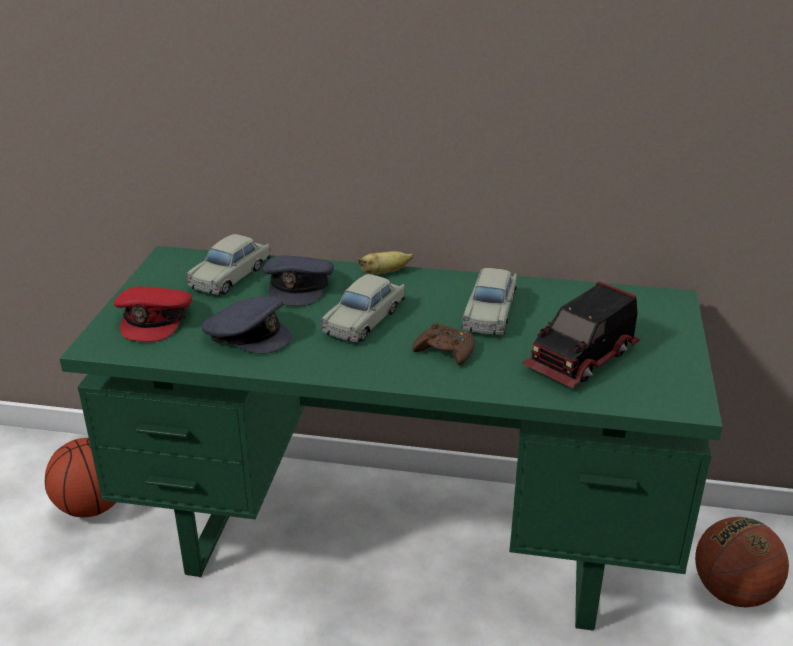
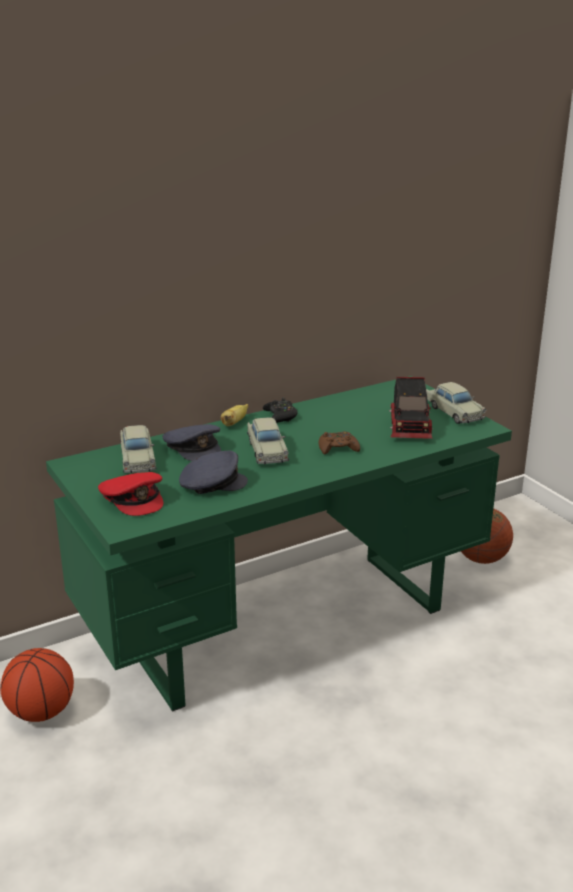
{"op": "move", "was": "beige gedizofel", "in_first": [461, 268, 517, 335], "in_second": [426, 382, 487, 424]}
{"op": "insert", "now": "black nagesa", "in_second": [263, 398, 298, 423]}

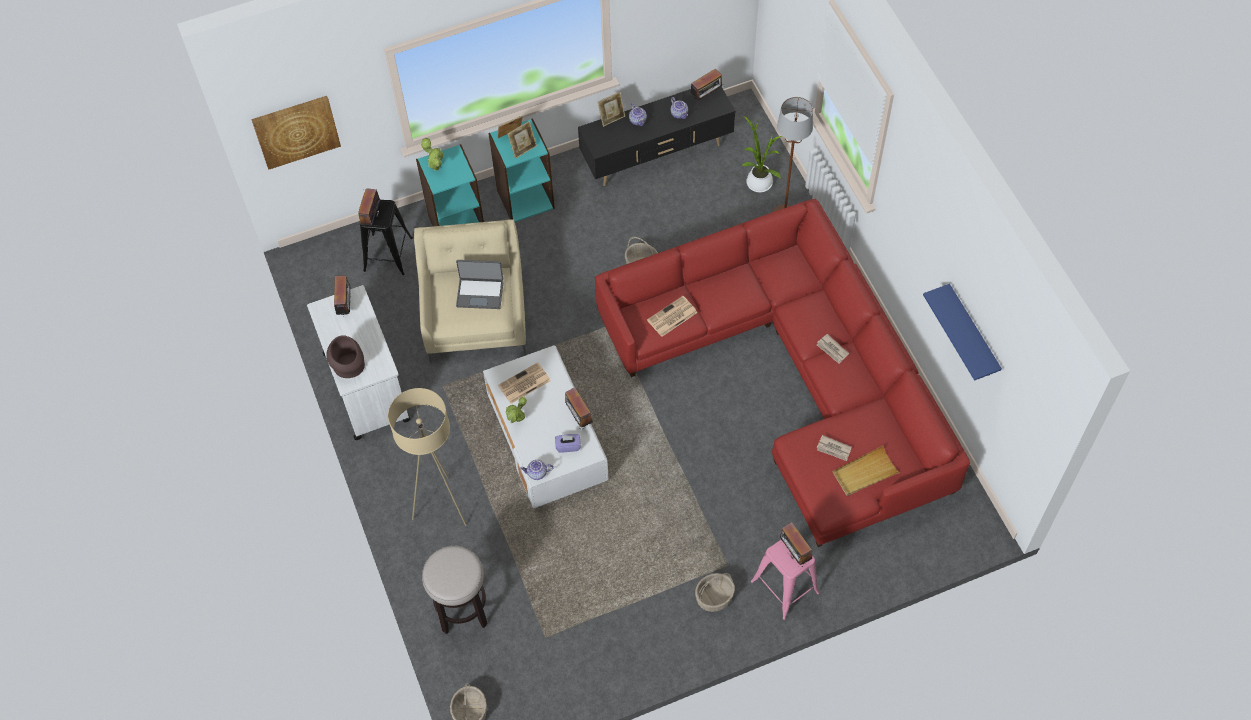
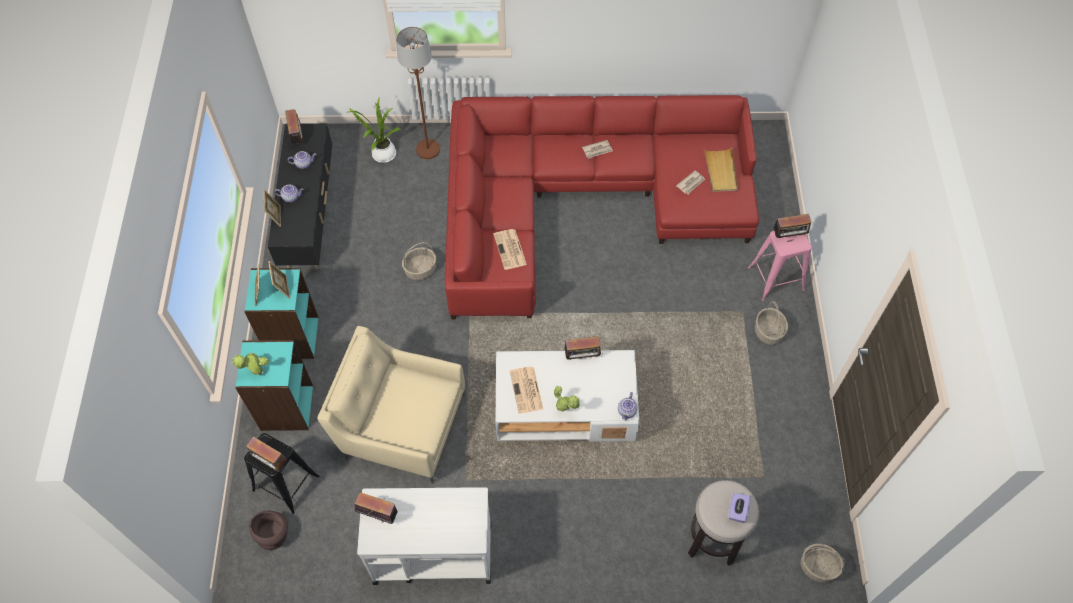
{"op": "delete", "was": "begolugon", "in_first": [251, 96, 341, 170]}
{"op": "move", "was": "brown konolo", "in_first": [326, 335, 365, 378], "in_second": [249, 511, 288, 550]}
{"op": "delete", "was": "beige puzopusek", "in_first": [388, 388, 466, 526]}
{"op": "delete", "was": "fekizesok", "in_first": [456, 260, 503, 309]}
{"op": "move", "was": "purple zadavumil", "in_first": [555, 434, 581, 453], "in_second": [729, 493, 751, 523]}
{"op": "delete", "was": "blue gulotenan", "in_first": [923, 284, 1002, 381]}

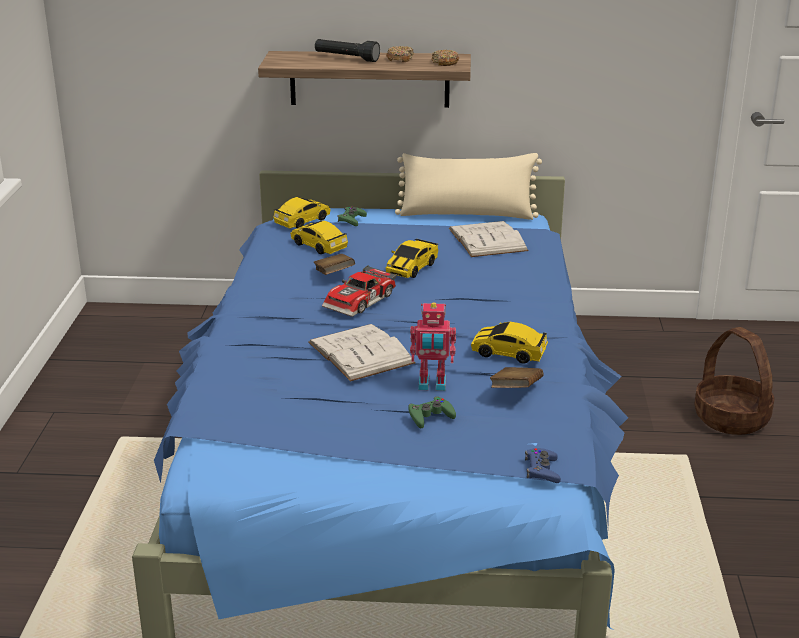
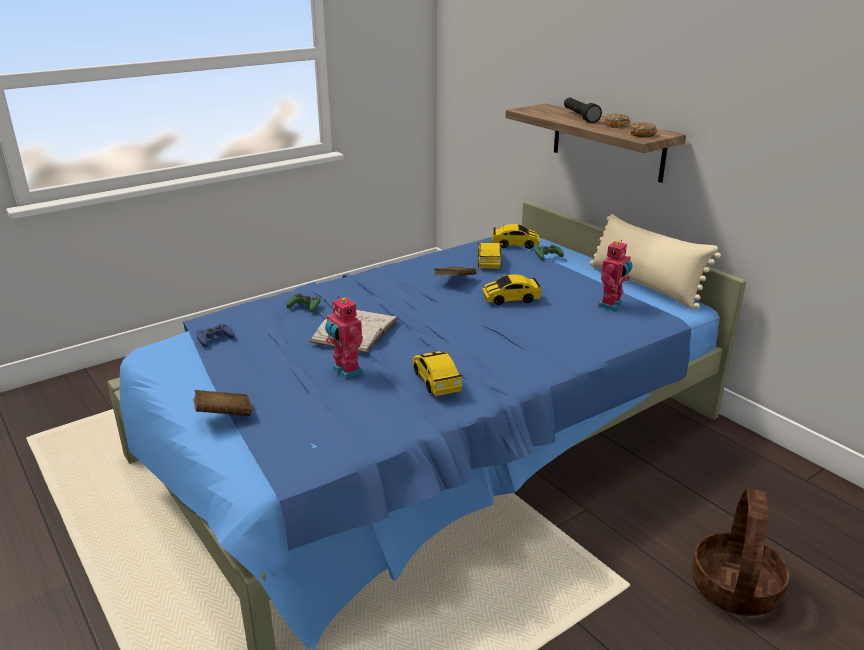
{"op": "delete", "was": "gedizofel", "in_first": [322, 265, 397, 317]}
{"op": "move", "was": "green nagesa", "in_first": [409, 396, 456, 428], "in_second": [286, 293, 320, 313]}
{"op": "replace", "was": "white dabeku", "now": "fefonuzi", "in_first": [449, 221, 529, 257], "in_second": [598, 240, 633, 311]}
{"op": "move", "was": "brown dabeku", "in_first": [490, 367, 543, 388], "in_second": [193, 390, 252, 416]}
{"op": "move", "was": "blue nagesa", "in_first": [525, 448, 561, 483], "in_second": [197, 323, 235, 347]}

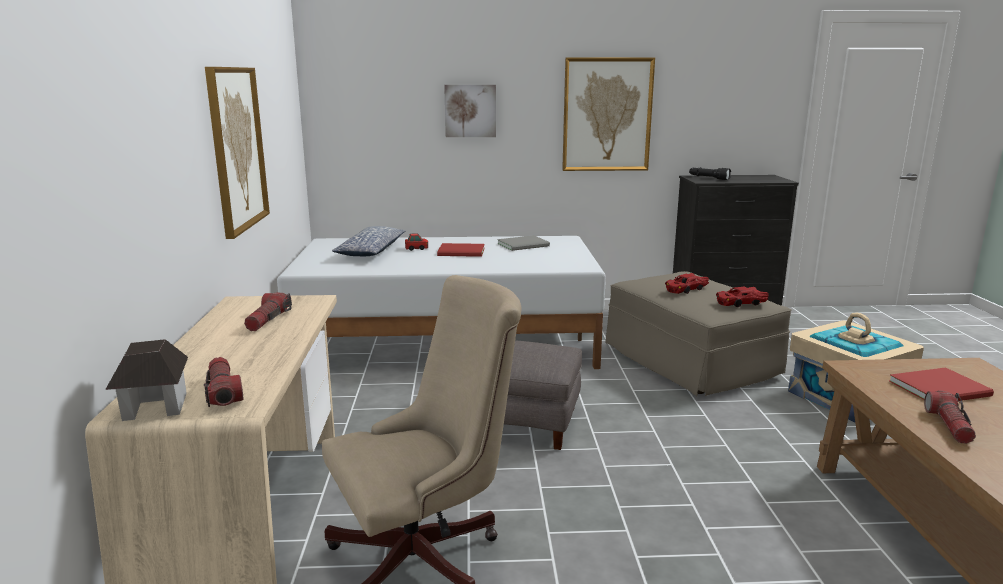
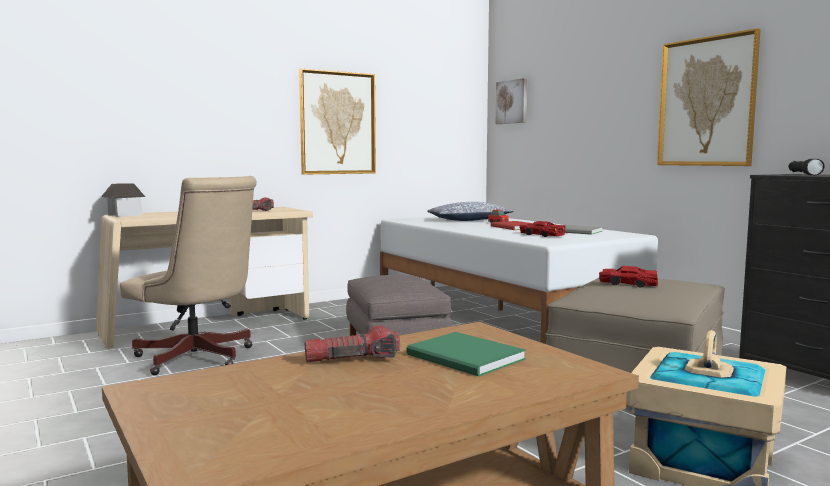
{"op": "delete", "was": "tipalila", "in_first": [204, 357, 244, 407]}
{"op": "move", "was": "begolugon", "in_first": [444, 85, 496, 137], "in_second": [496, 78, 527, 124]}
{"op": "move", "was": "red gedizofel", "in_first": [716, 287, 769, 307], "in_second": [519, 221, 566, 237]}
{"op": "recolor", "was": "red dabeku", "now": "green dabeku", "in_first": [889, 367, 994, 401], "in_second": [407, 332, 526, 376]}

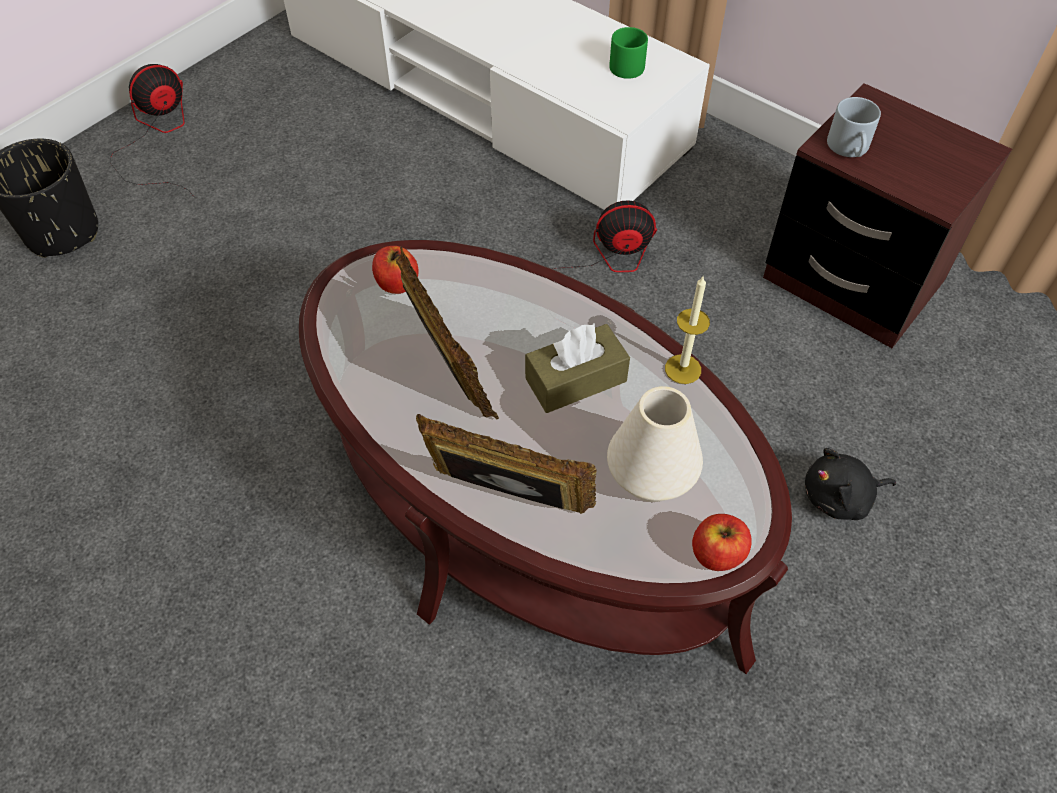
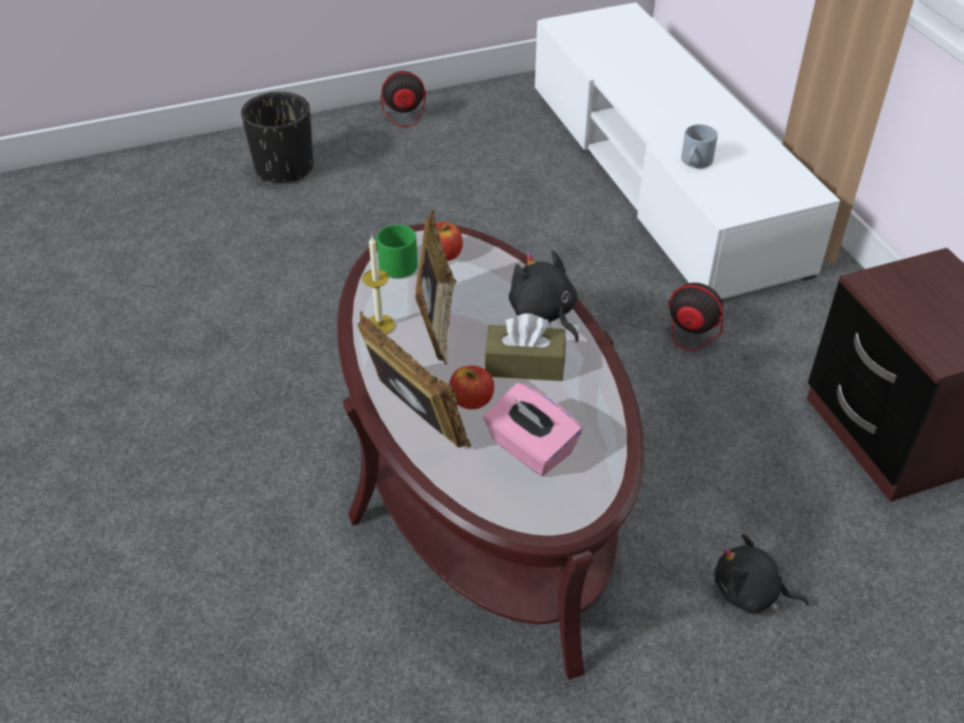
{"op": "replace", "was": "white konolo", "now": "pink zadavumil", "in_first": [607, 386, 703, 502], "in_second": [483, 383, 582, 476]}
{"op": "move", "was": "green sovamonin", "in_first": [609, 27, 648, 79], "in_second": [377, 225, 418, 278]}
{"op": "move", "was": "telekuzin", "in_first": [665, 277, 710, 384], "in_second": [362, 236, 395, 334]}
{"op": "move", "was": "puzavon", "in_first": [692, 514, 752, 571], "in_second": [449, 366, 494, 409]}
{"op": "move", "was": "grey sovamonin", "in_first": [827, 97, 881, 157], "in_second": [681, 124, 718, 168]}
{"op": "insert", "now": "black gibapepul", "in_second": [509, 250, 579, 342]}

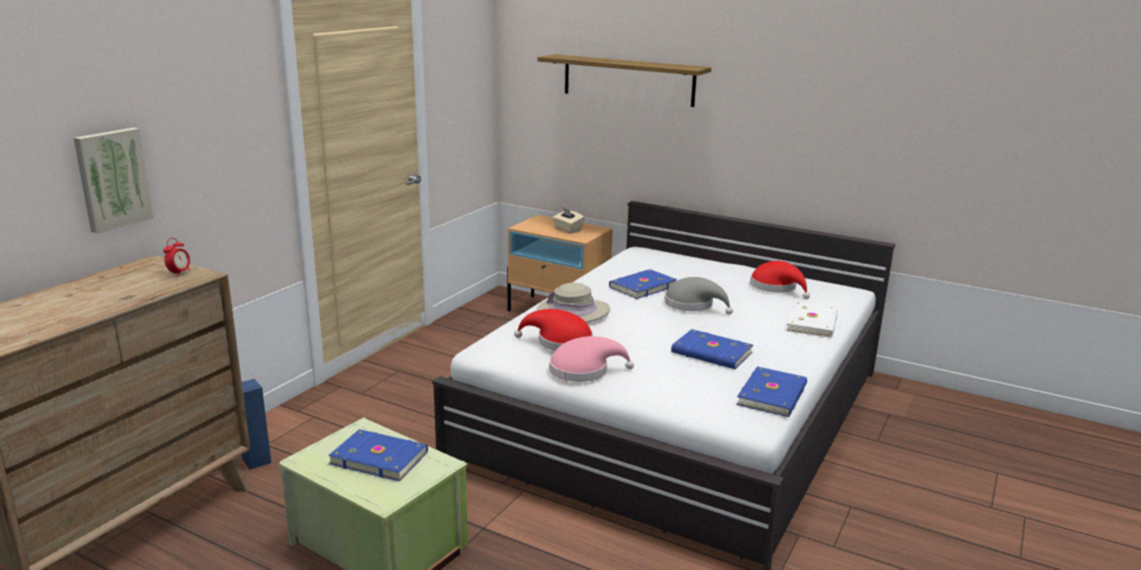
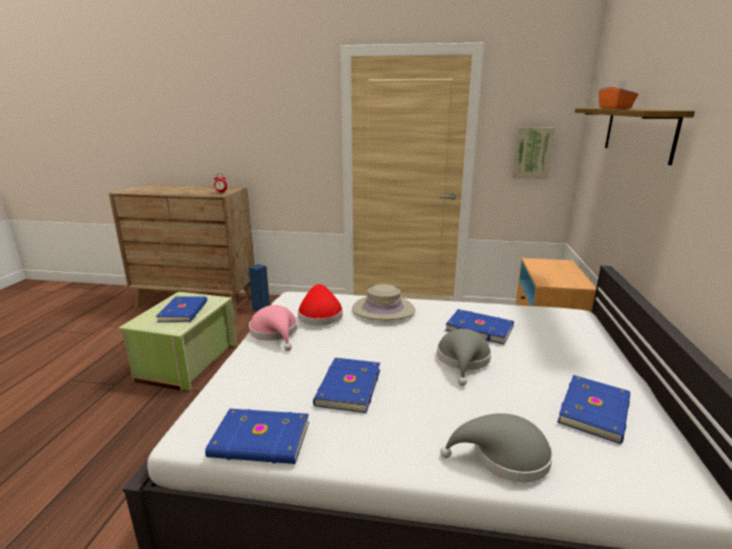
{"op": "move", "was": "begolugon", "in_first": [74, 127, 153, 233], "in_second": [513, 127, 555, 179]}
{"op": "delete", "was": "beige zadavumil", "in_first": [553, 207, 585, 233]}
{"op": "replace", "was": "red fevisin", "now": "blue dabeku", "in_first": [750, 261, 810, 299], "in_second": [557, 375, 630, 444]}
{"op": "replace", "was": "white dabeku", "now": "grey fevisin", "in_first": [786, 302, 838, 338], "in_second": [440, 413, 553, 483]}
{"op": "insert", "now": "orange zadavumil", "in_second": [599, 79, 638, 109]}

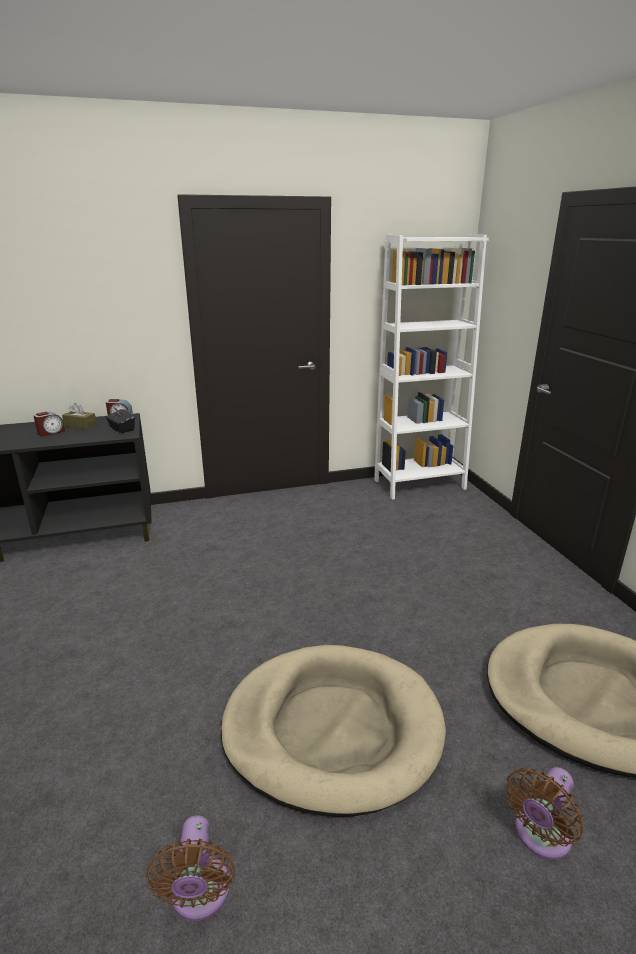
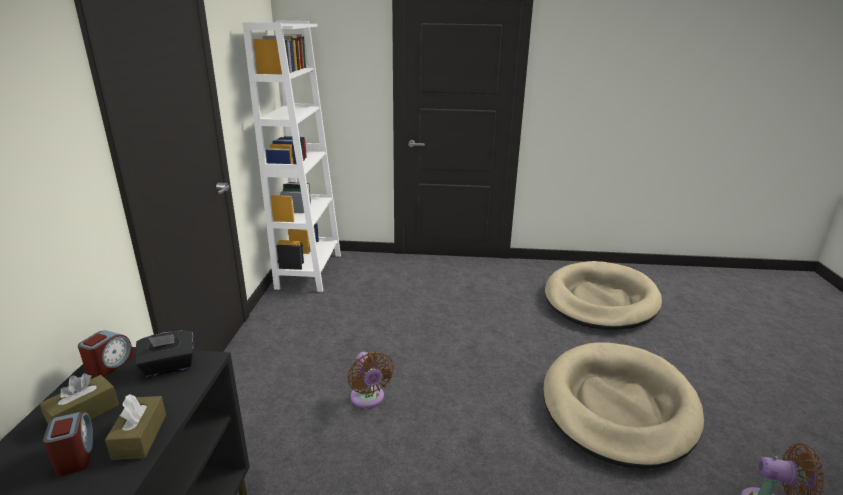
{"op": "move", "was": "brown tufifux", "in_first": [506, 767, 583, 860], "in_second": [347, 352, 394, 408]}
{"op": "insert", "now": "brown zadavumil", "in_second": [105, 394, 166, 460]}

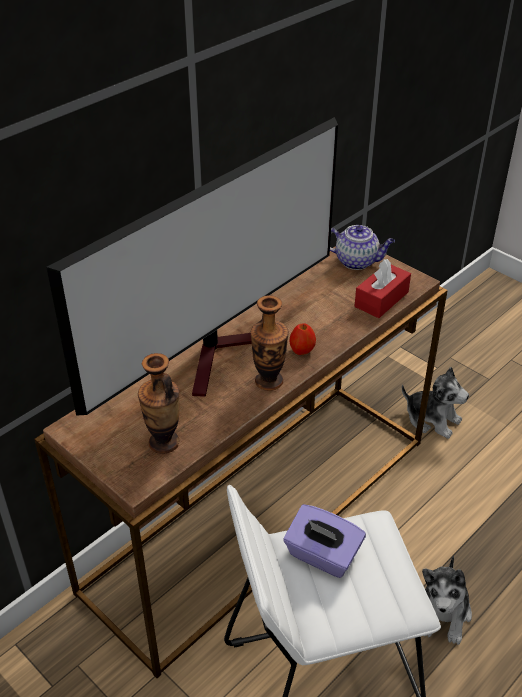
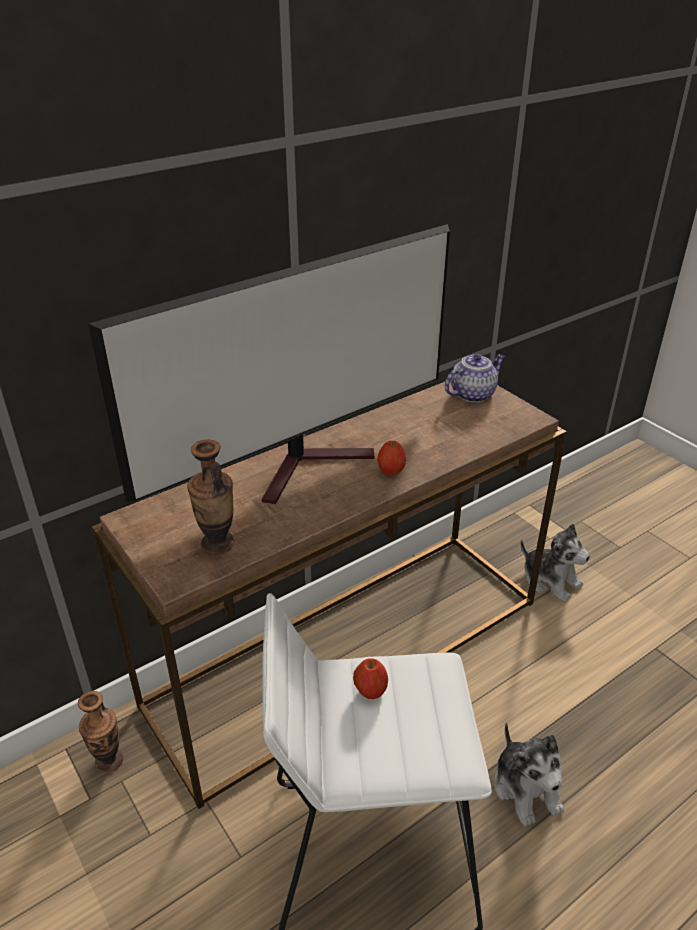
{"op": "move", "was": "konolo", "in_first": [251, 295, 289, 391], "in_second": [78, 691, 123, 773]}
{"op": "replace", "was": "purple zadavumil", "now": "puzavon", "in_first": [283, 504, 366, 578], "in_second": [353, 658, 388, 699]}
{"op": "rotate", "was": "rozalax", "in_first": [330, 225, 395, 270], "in_second": [445, 354, 505, 402], "clockwise": -60}
{"op": "delete", "was": "red zadavumil", "in_first": [355, 259, 411, 318]}
{"op": "rotate", "was": "gibapepul", "in_first": [422, 555, 472, 645], "in_second": [494, 723, 564, 826], "clockwise": -45}

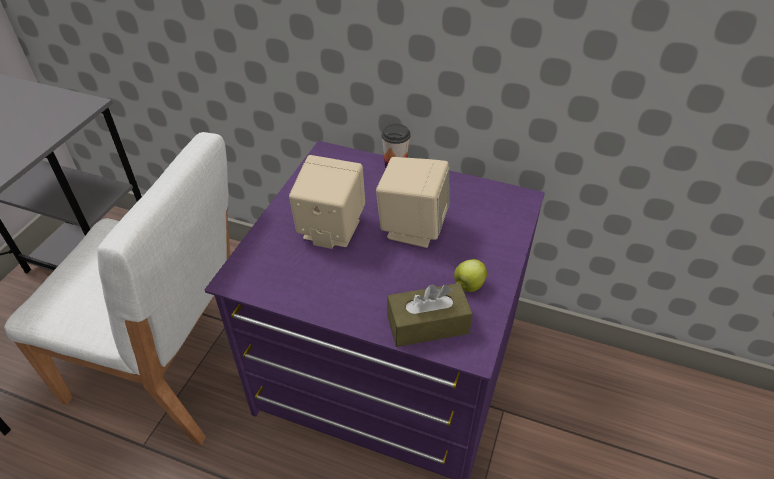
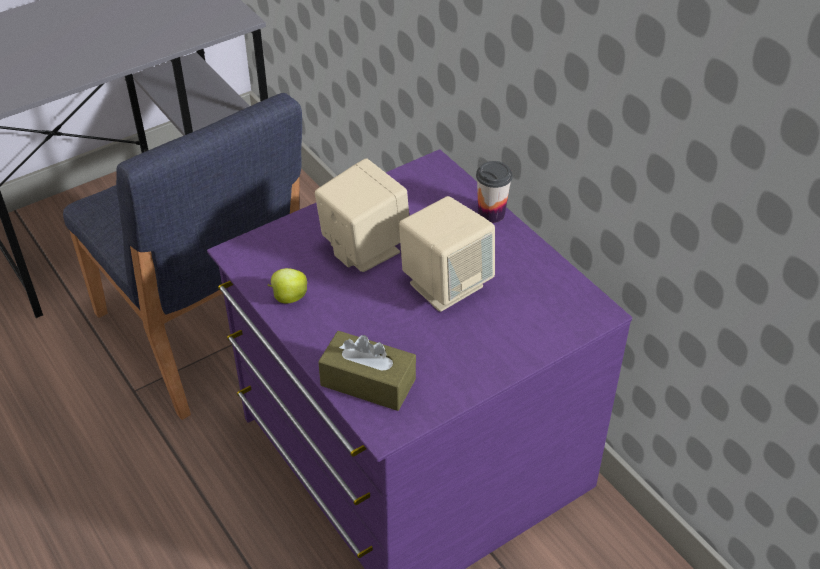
{"op": "recolor", "was": "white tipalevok", "now": "blue tipalevok", "in_first": [4, 132, 230, 445], "in_second": [63, 93, 302, 420]}
{"op": "move", "was": "puzavon", "in_first": [454, 259, 487, 292], "in_second": [267, 268, 307, 304]}

